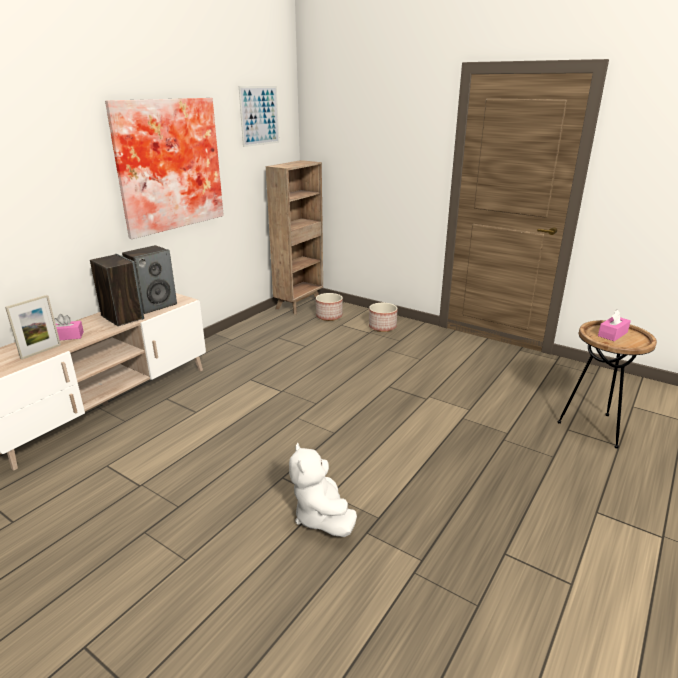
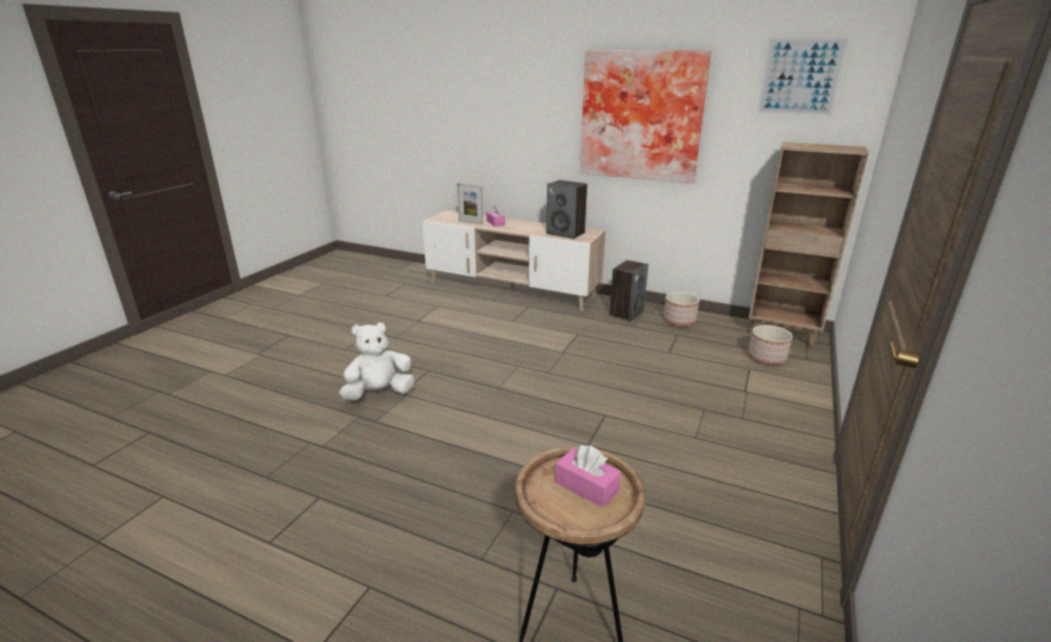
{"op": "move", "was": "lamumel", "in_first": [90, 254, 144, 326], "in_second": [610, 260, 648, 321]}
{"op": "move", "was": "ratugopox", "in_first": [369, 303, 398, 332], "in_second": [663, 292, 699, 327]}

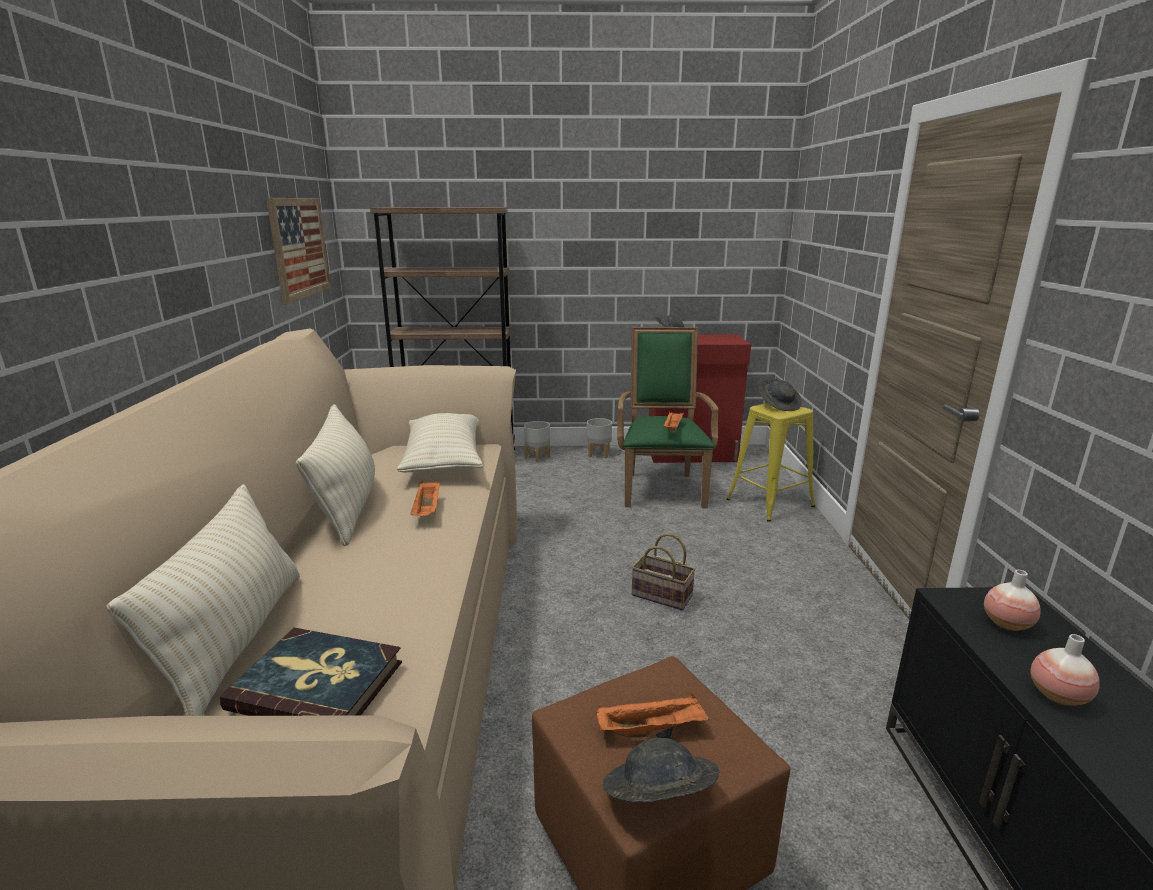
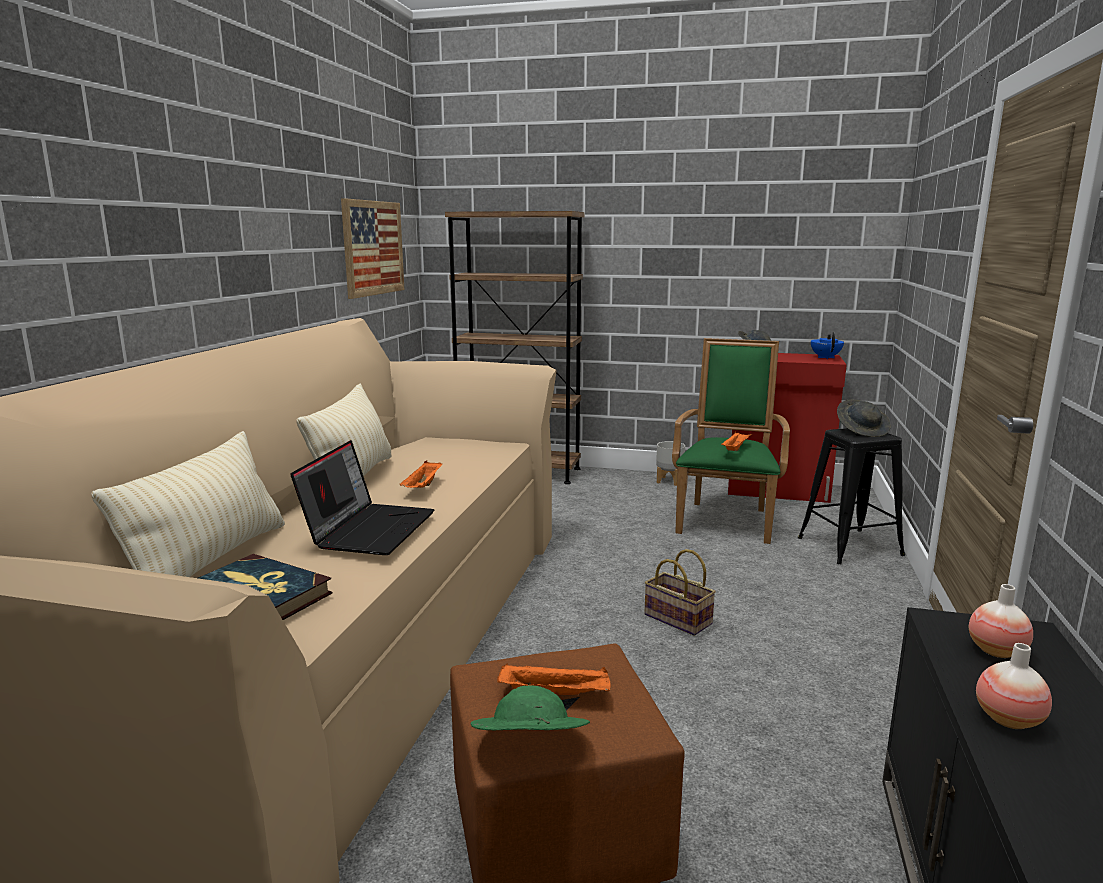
{"op": "delete", "was": "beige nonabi", "in_first": [397, 413, 483, 472]}
{"op": "delete", "was": "grey ratugopox", "in_first": [524, 421, 550, 462]}
{"op": "recolor", "was": "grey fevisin", "now": "green fevisin", "in_first": [603, 738, 720, 802], "in_second": [471, 685, 590, 730]}
{"op": "recolor", "was": "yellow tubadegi", "now": "black tubadegi", "in_first": [727, 403, 815, 522], "in_second": [798, 428, 905, 564]}
{"op": "insert", "now": "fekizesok", "in_second": [290, 440, 434, 555]}
{"op": "insert", "now": "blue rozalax", "in_second": [811, 332, 844, 359]}

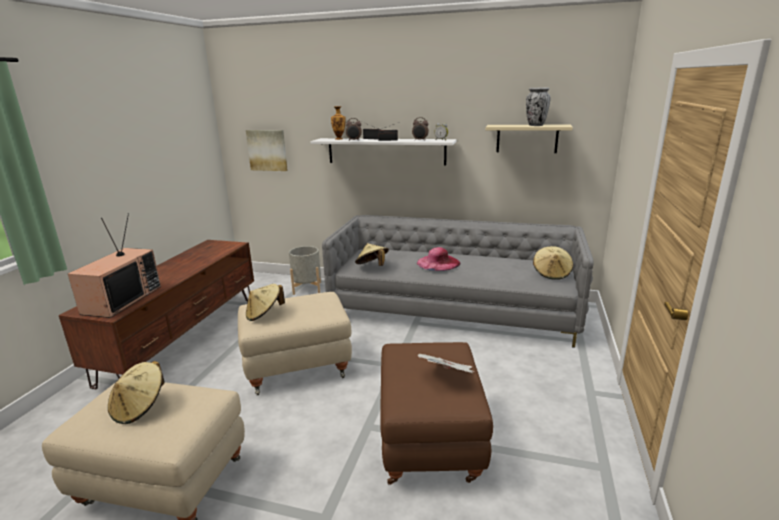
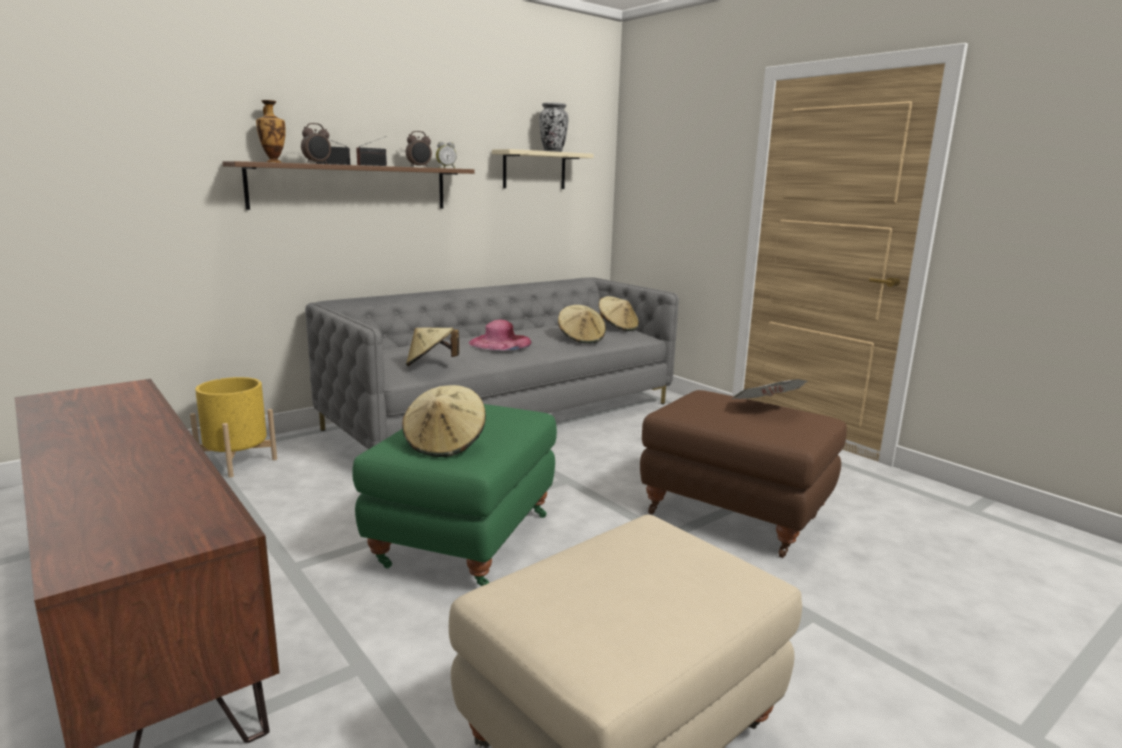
{"op": "delete", "was": "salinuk", "in_first": [68, 213, 161, 318]}
{"op": "move", "was": "beige fevisin", "in_first": [108, 361, 165, 424], "in_second": [558, 305, 606, 344]}
{"op": "recolor", "was": "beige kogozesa", "now": "green kogozesa", "in_first": [238, 292, 352, 395], "in_second": [352, 404, 557, 586]}
{"op": "delete", "was": "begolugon", "in_first": [246, 130, 288, 171]}
{"op": "recolor", "was": "grey ratugopox", "now": "yellow ratugopox", "in_first": [289, 246, 321, 295], "in_second": [190, 377, 277, 478]}
{"op": "recolor", "was": "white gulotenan", "now": "brown gulotenan", "in_first": [310, 138, 457, 166], "in_second": [222, 161, 475, 210]}

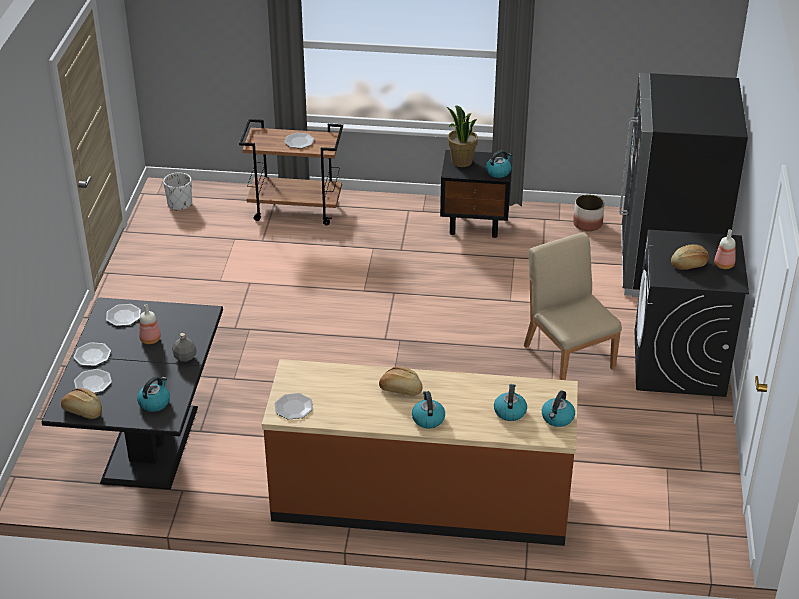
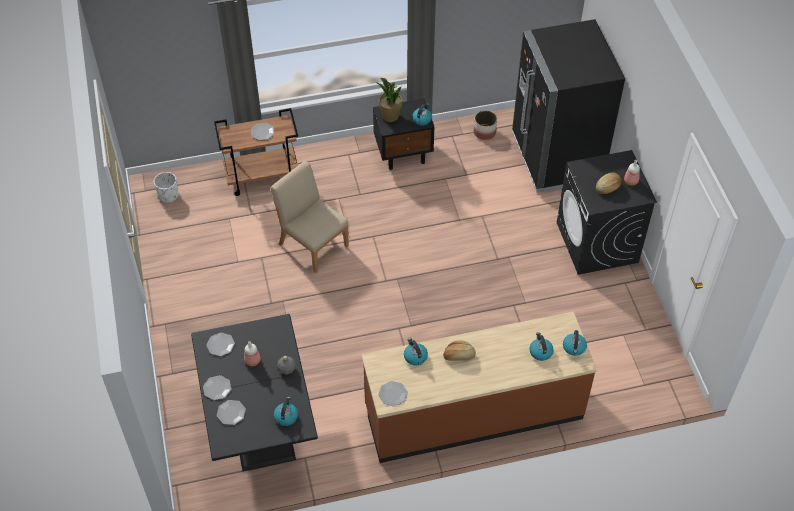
{"op": "delete", "was": "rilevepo", "in_first": [61, 388, 102, 419]}
{"op": "move", "was": "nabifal", "in_first": [412, 391, 445, 428], "in_second": [404, 338, 428, 365]}
{"op": "move", "was": "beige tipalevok", "in_first": [524, 232, 622, 380], "in_second": [271, 161, 349, 273]}

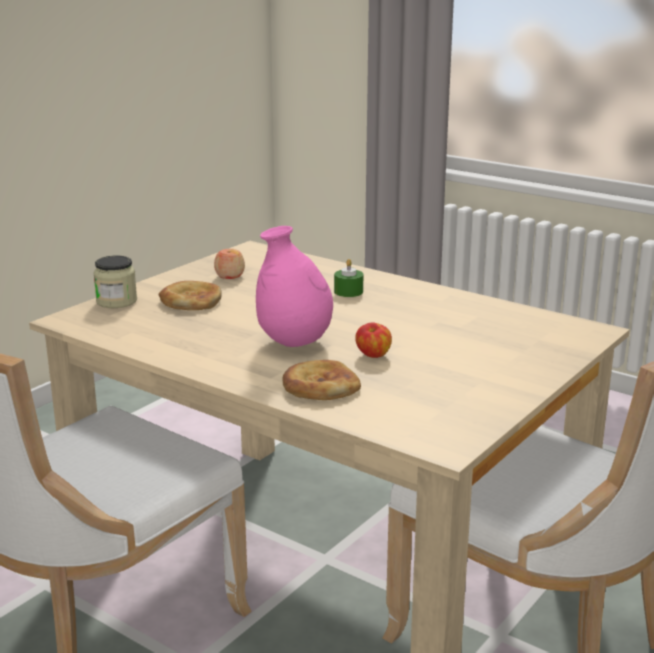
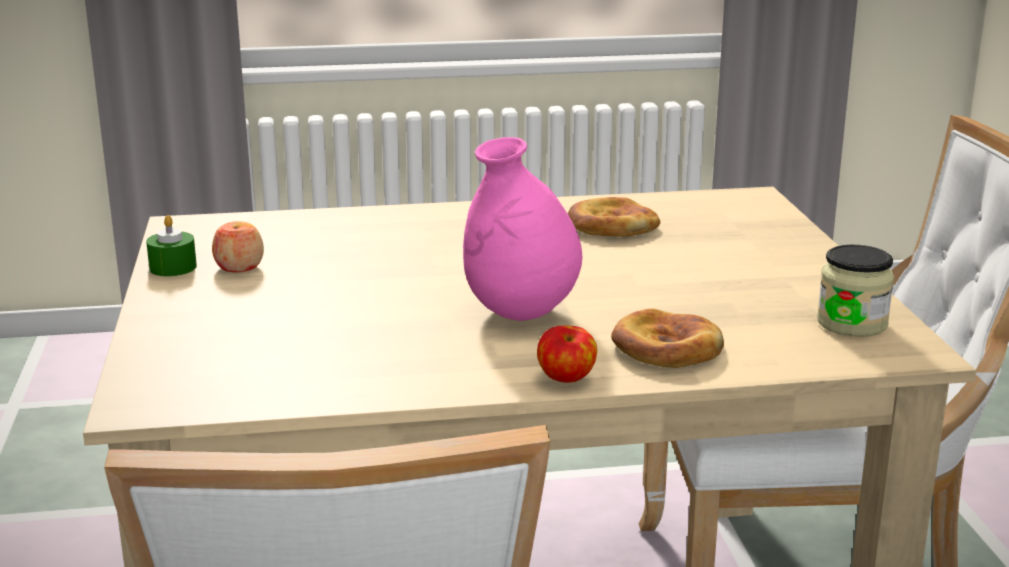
{"op": "move", "was": "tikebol", "in_first": [93, 256, 137, 308], "in_second": [817, 245, 894, 337]}
{"op": "move", "was": "rilevepo", "in_first": [159, 281, 222, 310], "in_second": [568, 197, 660, 237]}
{"op": "move", "was": "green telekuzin", "in_first": [334, 259, 363, 297], "in_second": [146, 215, 197, 276]}
{"op": "move", "was": "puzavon", "in_first": [355, 322, 392, 358], "in_second": [537, 325, 597, 383]}

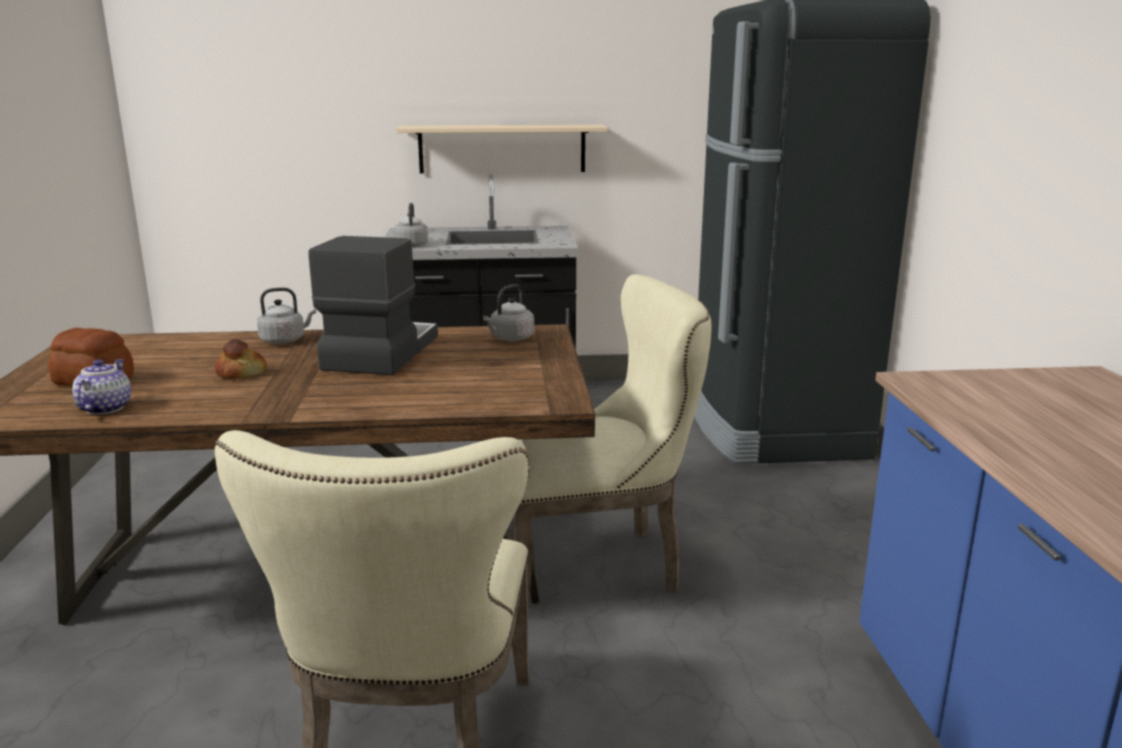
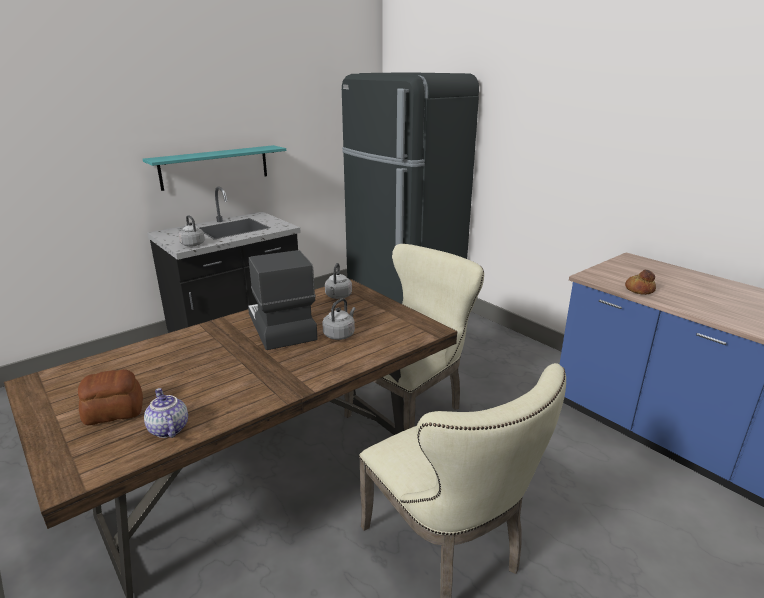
{"op": "move", "was": "rilevepo", "in_first": [215, 339, 267, 379], "in_second": [625, 270, 656, 295]}
{"op": "move", "was": "grey nabifal", "in_first": [257, 288, 316, 344], "in_second": [322, 298, 356, 340]}
{"op": "recolor", "was": "beige gulotenan", "now": "turquoise gulotenan", "in_first": [396, 124, 607, 174], "in_second": [143, 145, 286, 191]}

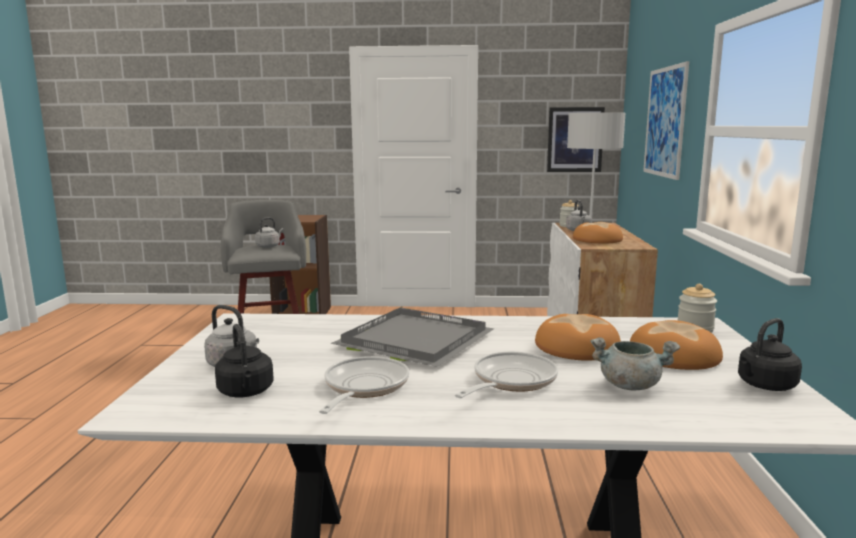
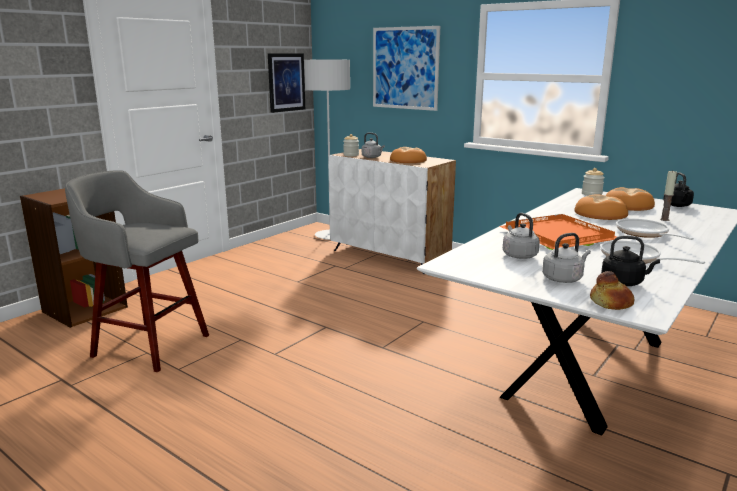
{"op": "move", "was": "grey nabifal", "in_first": [255, 217, 283, 248], "in_second": [503, 213, 540, 259]}
{"op": "recolor", "was": "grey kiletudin", "now": "orange kiletudin", "in_first": [330, 307, 494, 367], "in_second": [499, 214, 617, 250]}
{"op": "replace", "was": "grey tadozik", "now": "telekuzin", "in_first": [591, 337, 680, 390], "in_second": [660, 170, 677, 221]}
{"op": "insert", "now": "rilevepo", "in_second": [590, 271, 634, 310]}

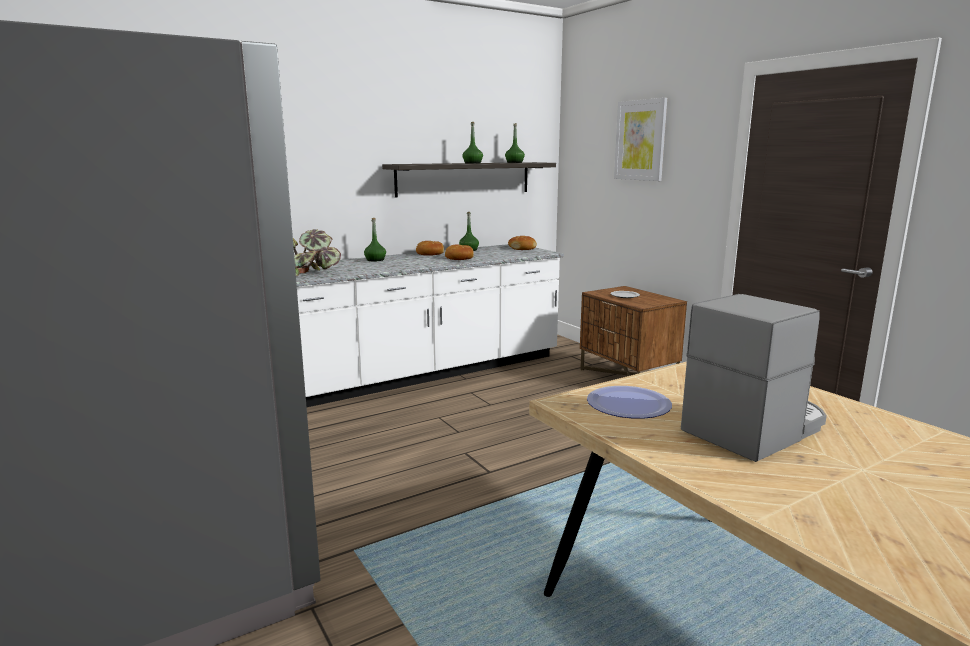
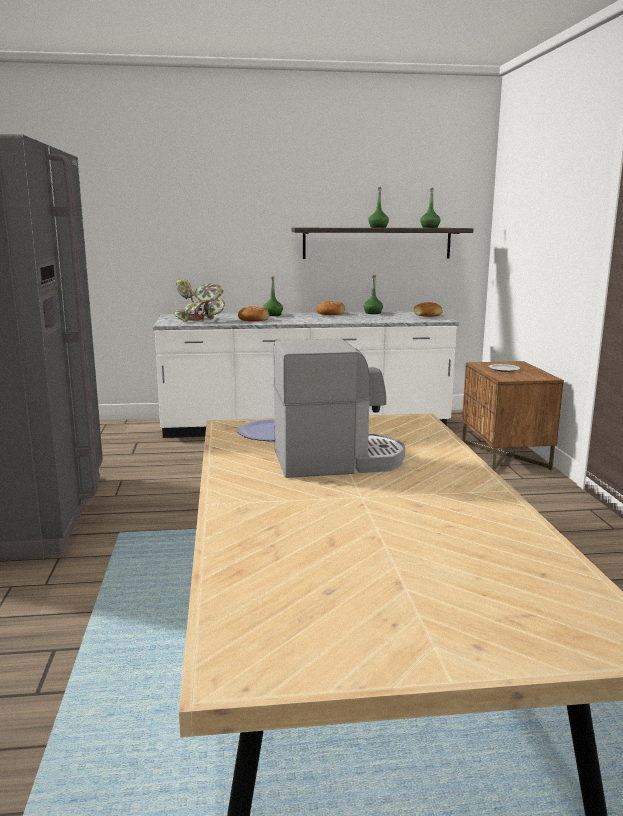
{"op": "move", "was": "rilevepo", "in_first": [445, 245, 474, 260], "in_second": [238, 306, 269, 321]}
{"op": "delete", "was": "begolugon", "in_first": [614, 98, 667, 181]}

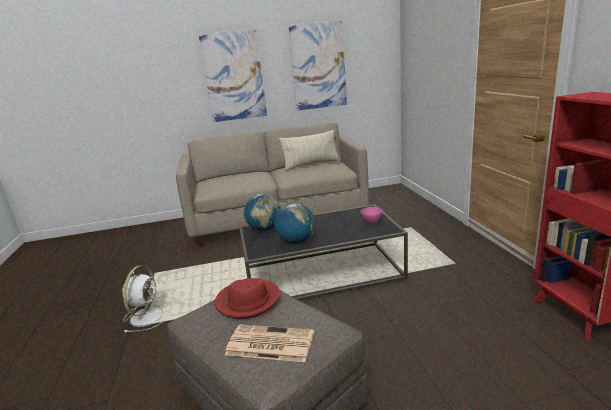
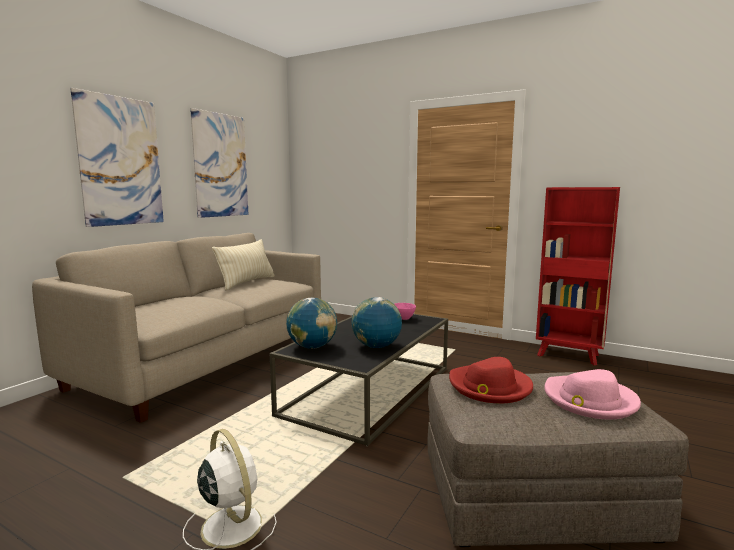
{"op": "replace", "was": "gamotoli", "now": "pink fevisin", "in_first": [225, 324, 314, 362], "in_second": [544, 369, 641, 419]}

